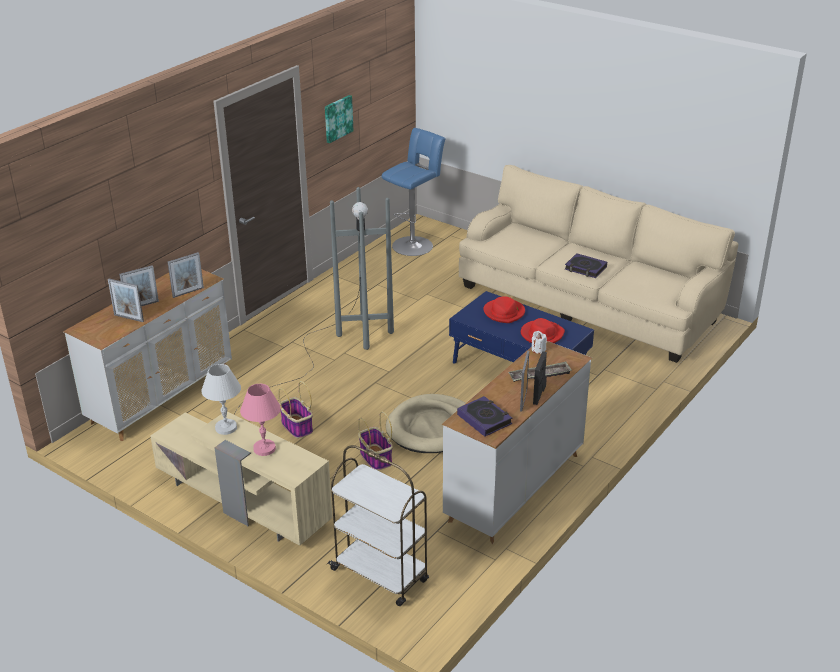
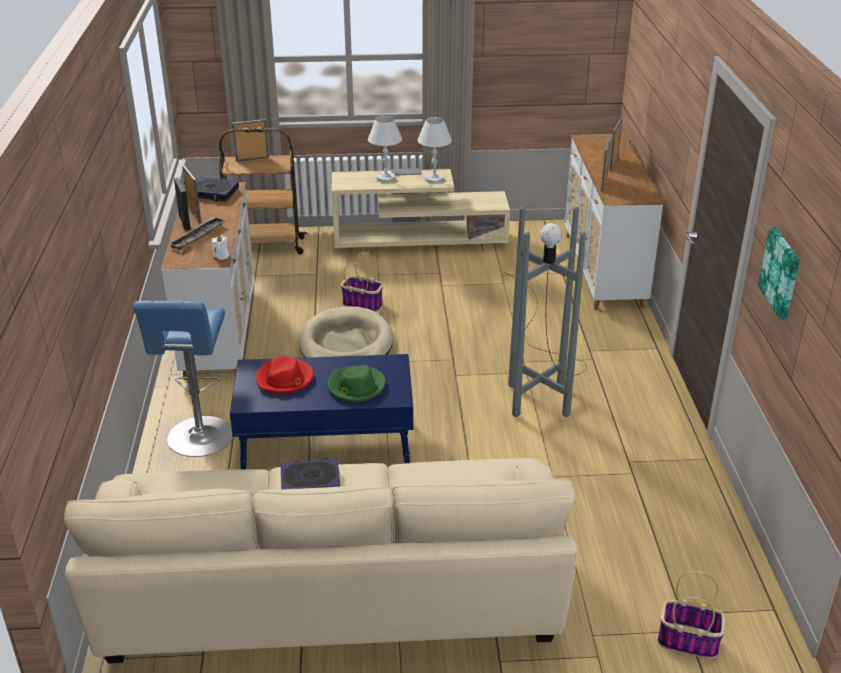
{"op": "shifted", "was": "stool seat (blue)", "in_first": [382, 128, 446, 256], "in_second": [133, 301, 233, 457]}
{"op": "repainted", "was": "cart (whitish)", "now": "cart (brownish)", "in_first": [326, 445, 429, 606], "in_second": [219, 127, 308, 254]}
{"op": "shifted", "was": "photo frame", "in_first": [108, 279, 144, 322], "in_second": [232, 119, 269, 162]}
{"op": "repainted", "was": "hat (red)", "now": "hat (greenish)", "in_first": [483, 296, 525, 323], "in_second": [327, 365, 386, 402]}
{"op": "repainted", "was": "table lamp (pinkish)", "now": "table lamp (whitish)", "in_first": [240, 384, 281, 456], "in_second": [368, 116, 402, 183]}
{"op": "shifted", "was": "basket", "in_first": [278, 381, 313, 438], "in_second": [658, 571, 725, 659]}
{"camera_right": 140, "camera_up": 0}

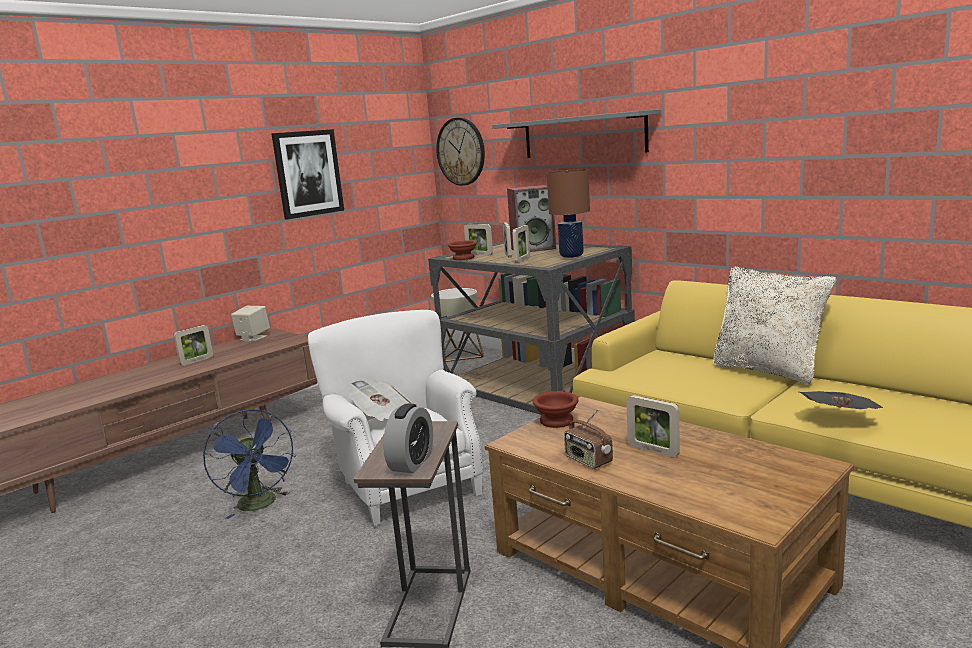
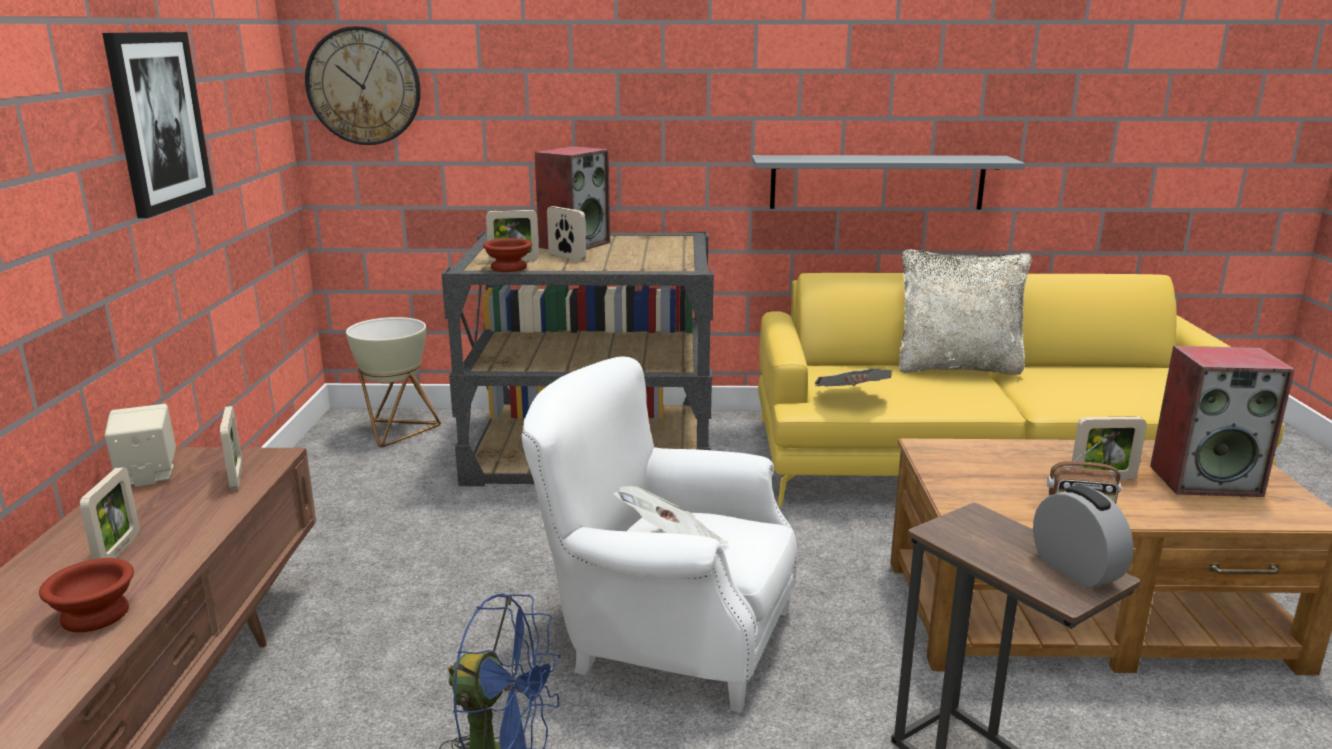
{"op": "shifted", "was": "bowl (brownish)", "in_first": [533, 391, 579, 428], "in_second": [39, 558, 134, 632]}
{"op": "shifted", "was": "photo frame", "in_first": [512, 225, 530, 263], "in_second": [220, 406, 243, 490]}
{"op": "shifted", "was": "bracket shelf (grey)", "in_first": [492, 109, 661, 158], "in_second": [752, 155, 1025, 209]}
{"op": "shifted", "was": "newspaper", "in_first": [799, 391, 883, 409], "in_second": [815, 369, 892, 386]}
{"op": "new", "now": "speaker", "in_second": [1150, 346, 1295, 497]}
{"op": "gone", "was": "table lamp (brownish)", "in_first": [547, 169, 590, 258]}
{"camera_right": -45, "camera_up": 5}

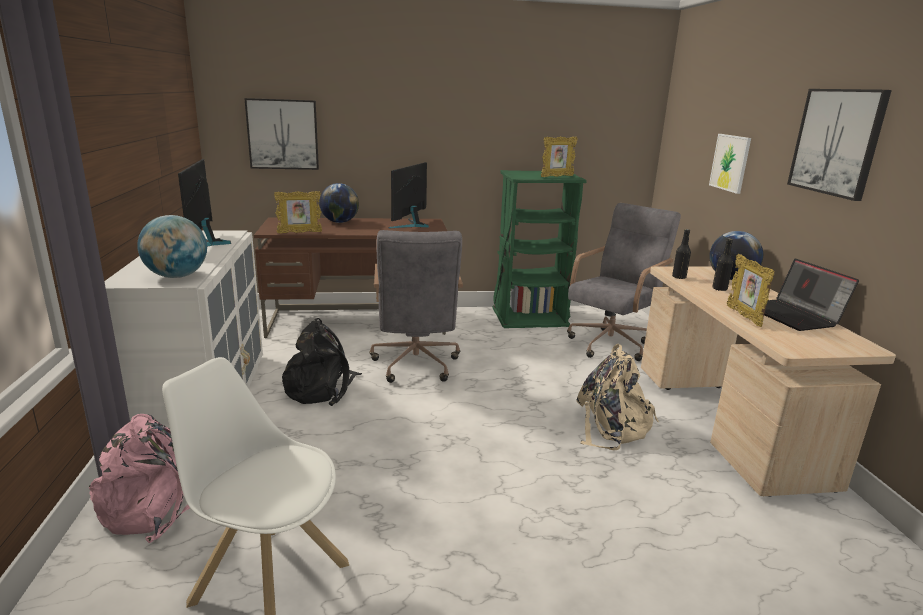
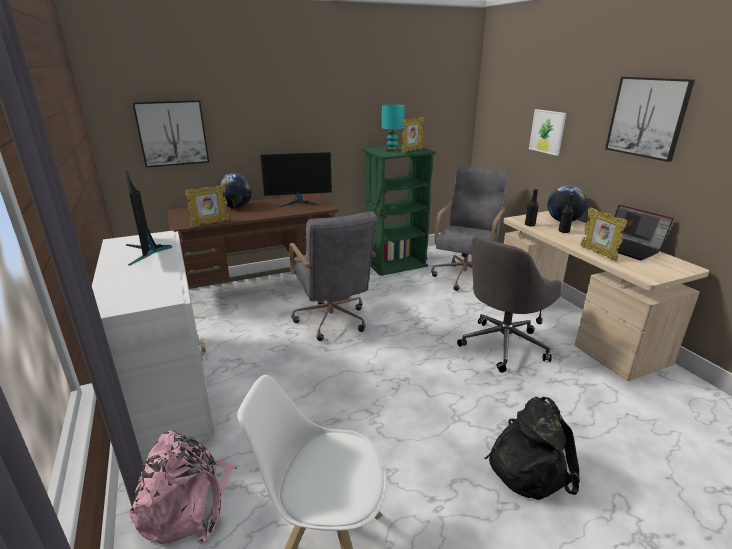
{"op": "rotated", "was": "computer screen", "in_first": [388, 162, 429, 228], "in_second": [260, 152, 332, 208], "clockwise": -105}
{"op": "new", "now": "table lamp (blue-green)", "in_second": [382, 104, 405, 152]}
{"op": "swapped", "was": "backpack (sand-coloured)", "now": "desk chair (grey)", "in_first": [576, 344, 659, 450], "in_second": [457, 235, 562, 373]}
{"op": "shifted", "was": "backpack (black-coloured)", "in_first": [282, 318, 362, 406], "in_second": [484, 397, 580, 500]}
{"op": "gone", "was": "world globe", "in_first": [137, 215, 207, 278]}
{"camera_right": -15, "camera_up": 5}

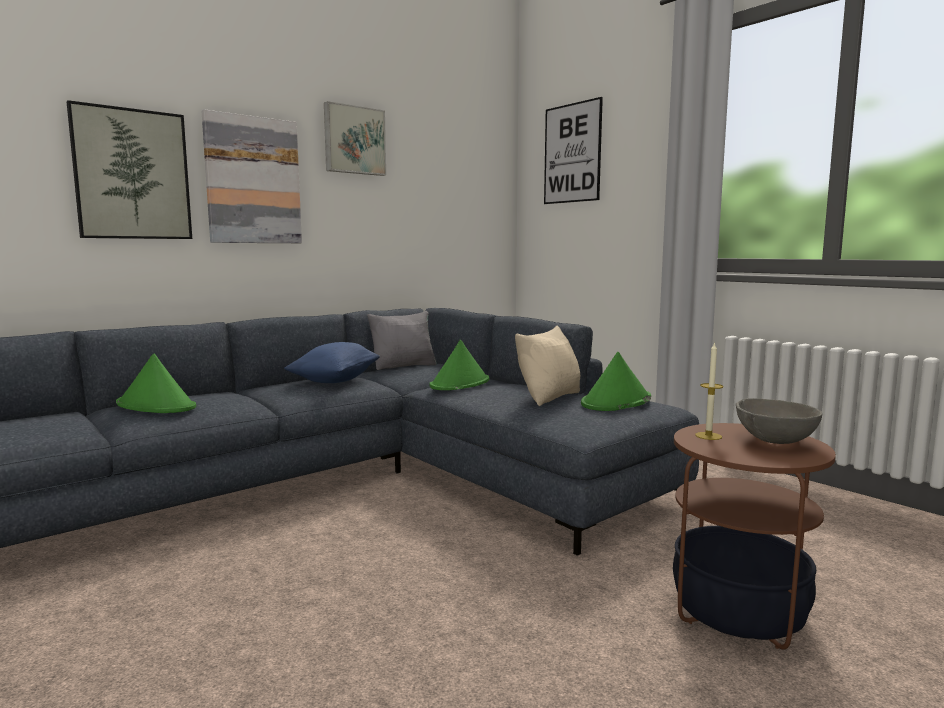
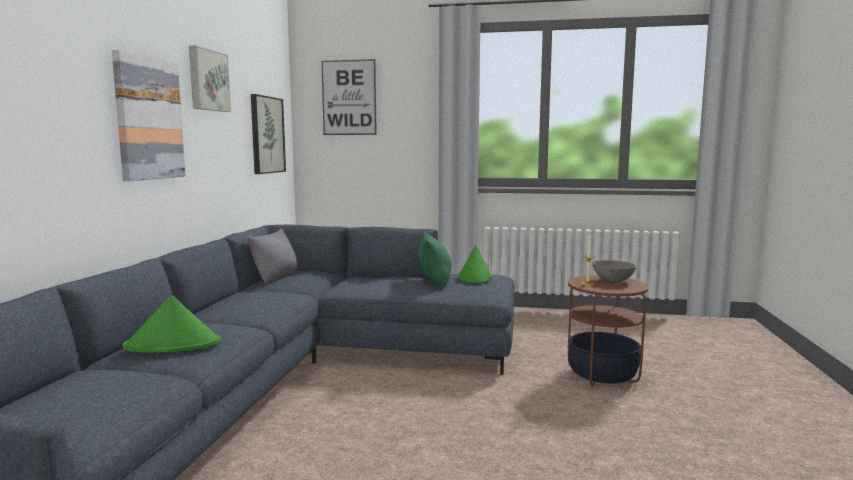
{"op": "shifted", "was": "wall picture", "in_first": [67, 100, 192, 239], "in_second": [251, 94, 286, 174]}
{"op": "repainted", "was": "pillow (sand-coloured)", "now": "pillow (greenish)", "in_first": [515, 326, 580, 406], "in_second": [418, 231, 452, 287]}
{"op": "gone", "was": "pillow (blue)", "in_first": [284, 342, 380, 383]}
{"op": "gone", "was": "hat (greenish)", "in_first": [430, 340, 489, 390]}
{"camera_right": -40, "camera_up": 0}

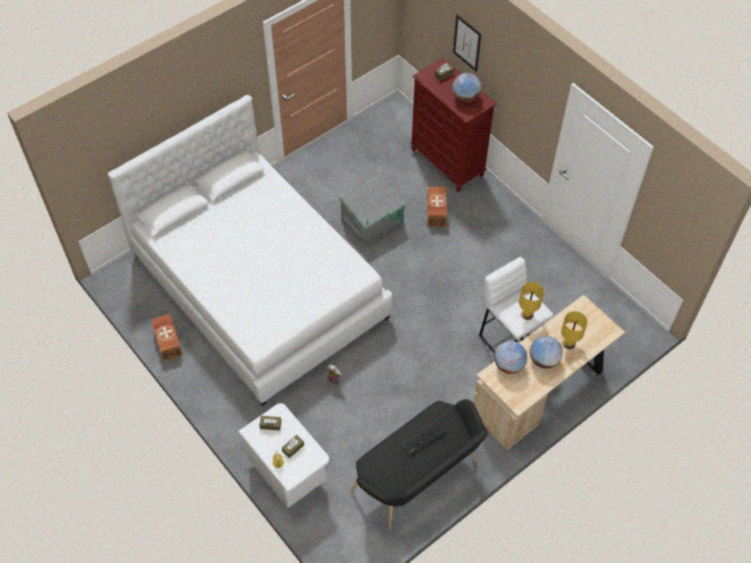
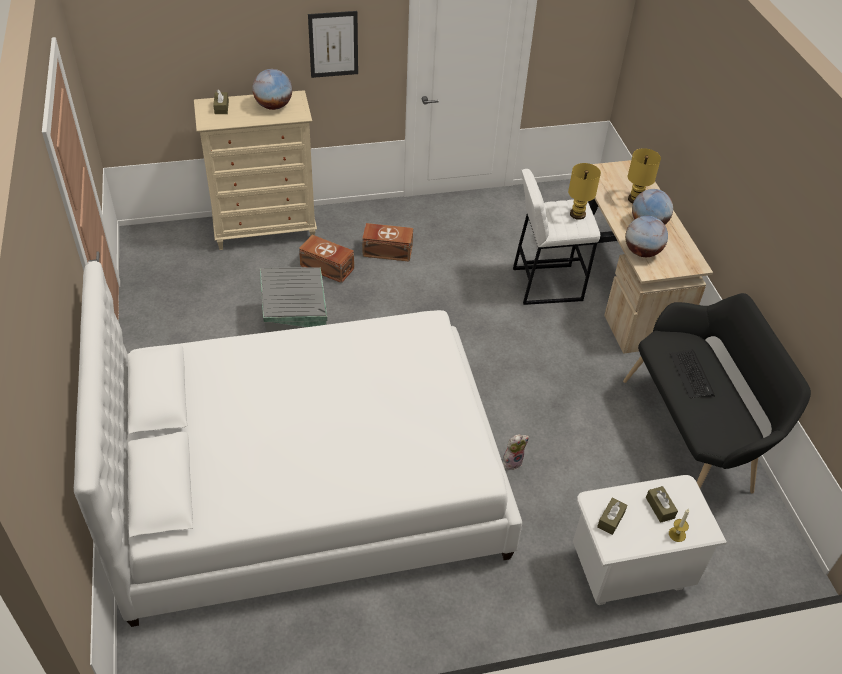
{"op": "repainted", "was": "drawer chest (red)", "now": "drawer chest (sand-coloured)", "in_first": [410, 58, 497, 192], "in_second": [194, 90, 317, 250]}
{"op": "shifted", "was": "wall picture", "in_first": [453, 14, 481, 72], "in_second": [308, 11, 358, 78]}
{"op": "shifted", "was": "storage bin (brownish)", "in_first": [151, 314, 183, 361], "in_second": [362, 223, 413, 262]}
{"camera_right": -65, "camera_up": -10}

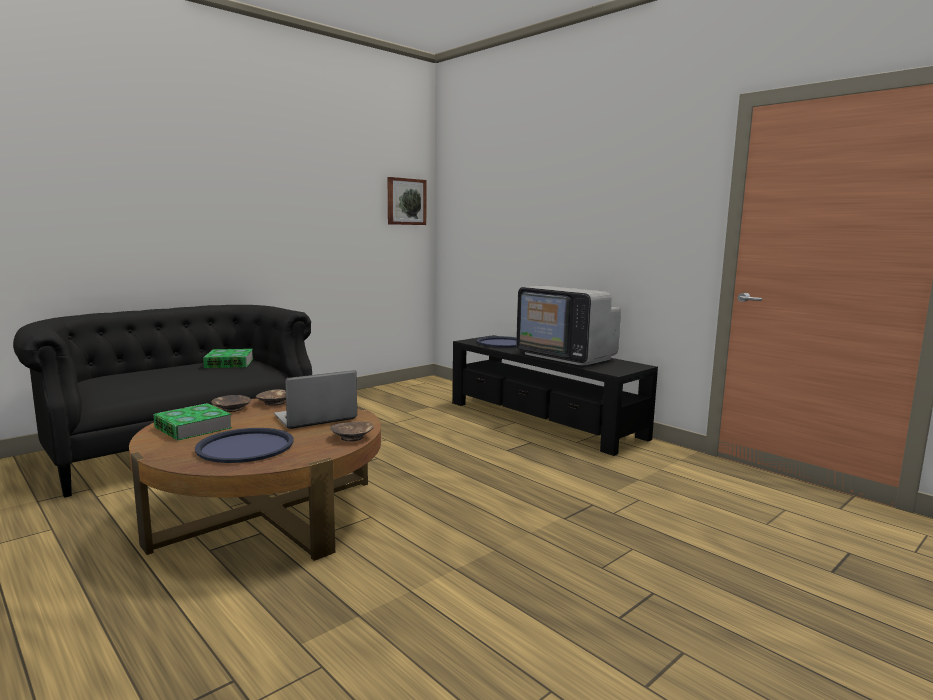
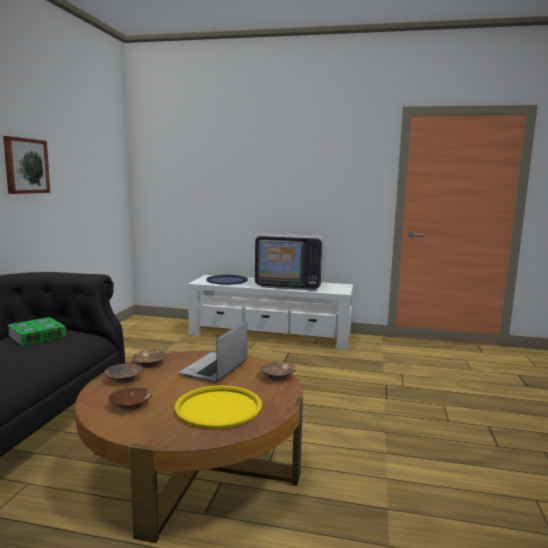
{"op": "shifted", "was": "wall picture", "in_first": [388, 177, 427, 225], "in_second": [3, 136, 50, 194]}
{"op": "swapped", "was": "book", "now": "bowl (brownish)", "in_first": [153, 403, 232, 440], "in_second": [109, 388, 152, 410]}
{"op": "repainted", "was": "serving tray (blue)", "now": "serving tray (yellowish)", "in_first": [195, 428, 294, 463], "in_second": [175, 385, 262, 429]}
{"op": "repainted", "was": "tv unit (black-coloured)", "now": "tv unit (whitish)", "in_first": [452, 335, 658, 456], "in_second": [188, 275, 353, 350]}
{"camera_right": -35, "camera_up": 0}

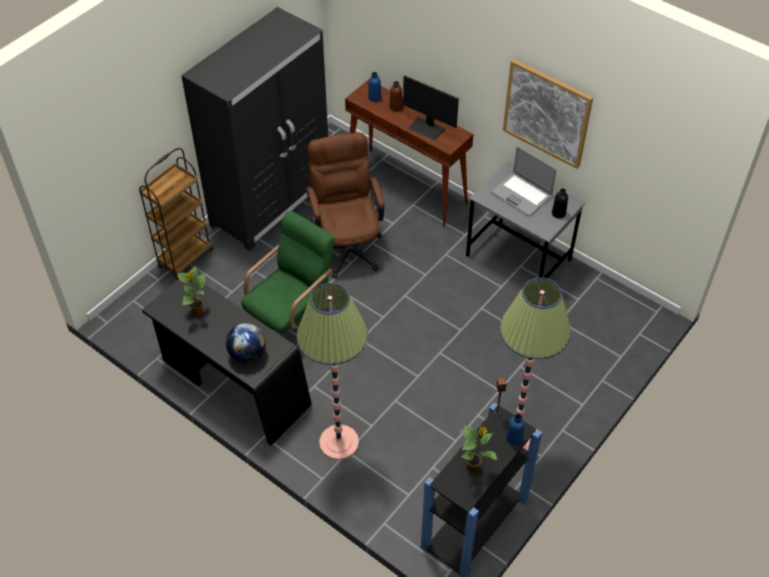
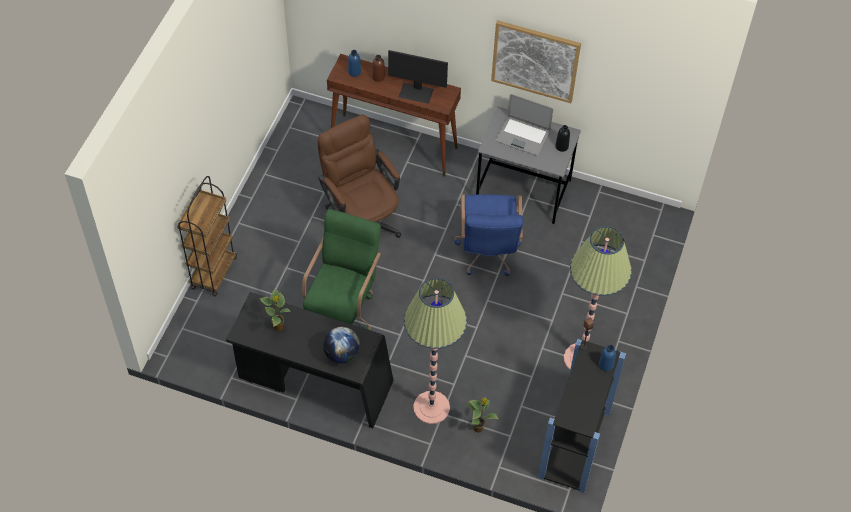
{"op": "new", "now": "desk chair (blue)", "in_second": [454, 194, 523, 276]}
{"op": "shifted", "was": "plant in a pot", "in_first": [460, 426, 497, 473], "in_second": [465, 398, 499, 433]}
{"op": "gone", "was": "storage cabinet (black-coloured)", "in_first": [181, 7, 328, 251]}
{"camera_right": -20, "camera_up": 5}

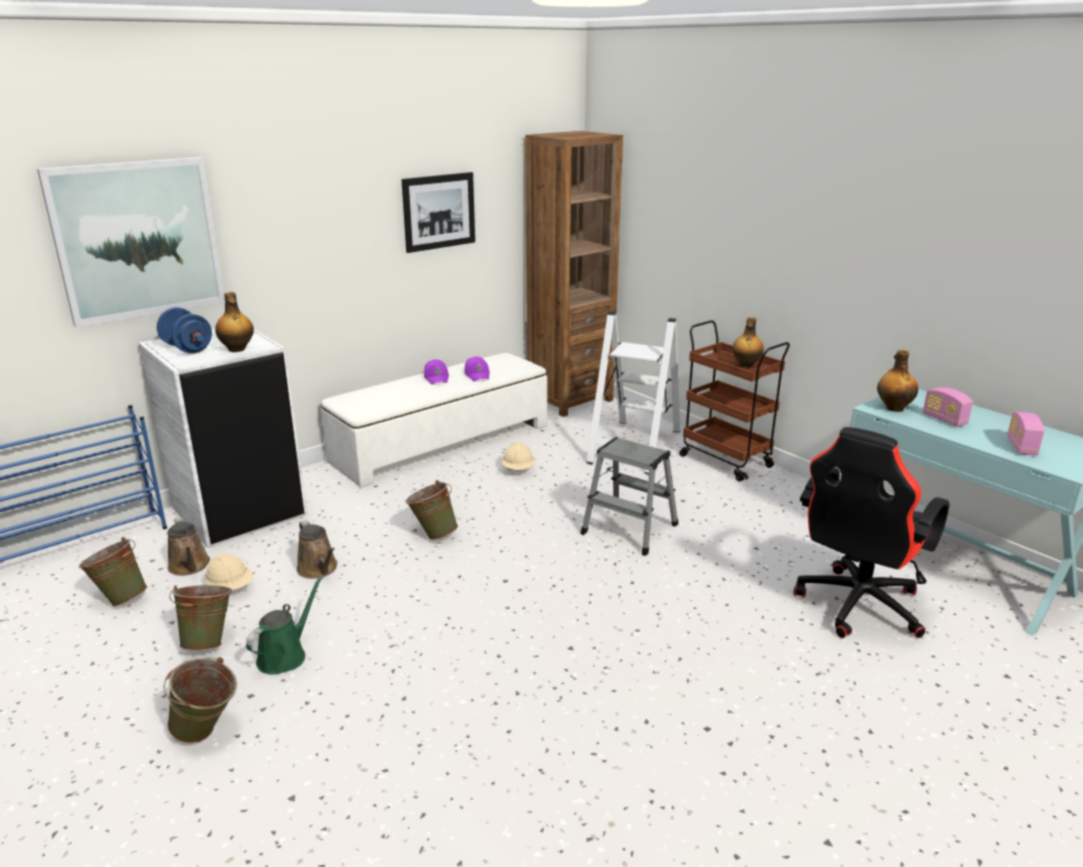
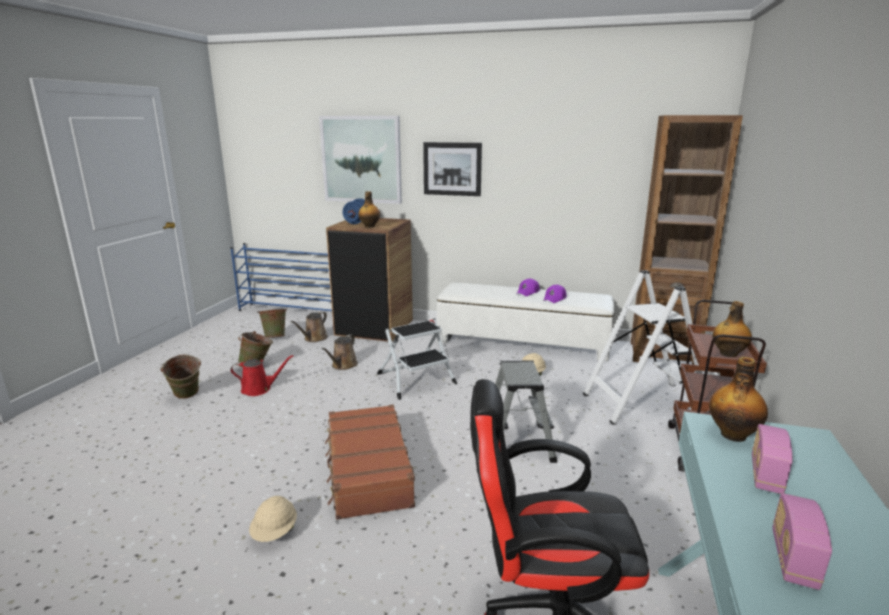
{"op": "repainted", "was": "watering can (greenish)", "now": "watering can (red)", "in_first": [246, 575, 324, 675], "in_second": [230, 355, 293, 396]}
{"op": "shifted", "was": "safety helmet (sand-coloured)", "in_first": [205, 554, 253, 590], "in_second": [249, 496, 297, 542]}
{"op": "new", "now": "piece of luggage (brownish)", "in_second": [325, 405, 415, 520]}
{"op": "repainted", "was": "storage cabinet (whitish)", "now": "storage cabinet (brownish)", "in_first": [139, 328, 307, 548], "in_second": [326, 218, 413, 342]}
{"op": "swapped", "was": "bucket (greenish)", "now": "step ladder", "in_first": [405, 480, 458, 540], "in_second": [377, 319, 457, 400]}
{"op": "shifted", "was": "wall picture", "in_first": [401, 172, 475, 253], "in_second": [423, 142, 482, 196]}
{"op": "rotated", "was": "radio", "in_first": [1007, 412, 1045, 455], "in_second": [772, 493, 832, 590], "clockwise": -45}
{"camera_right": 55, "camera_up": -5}

